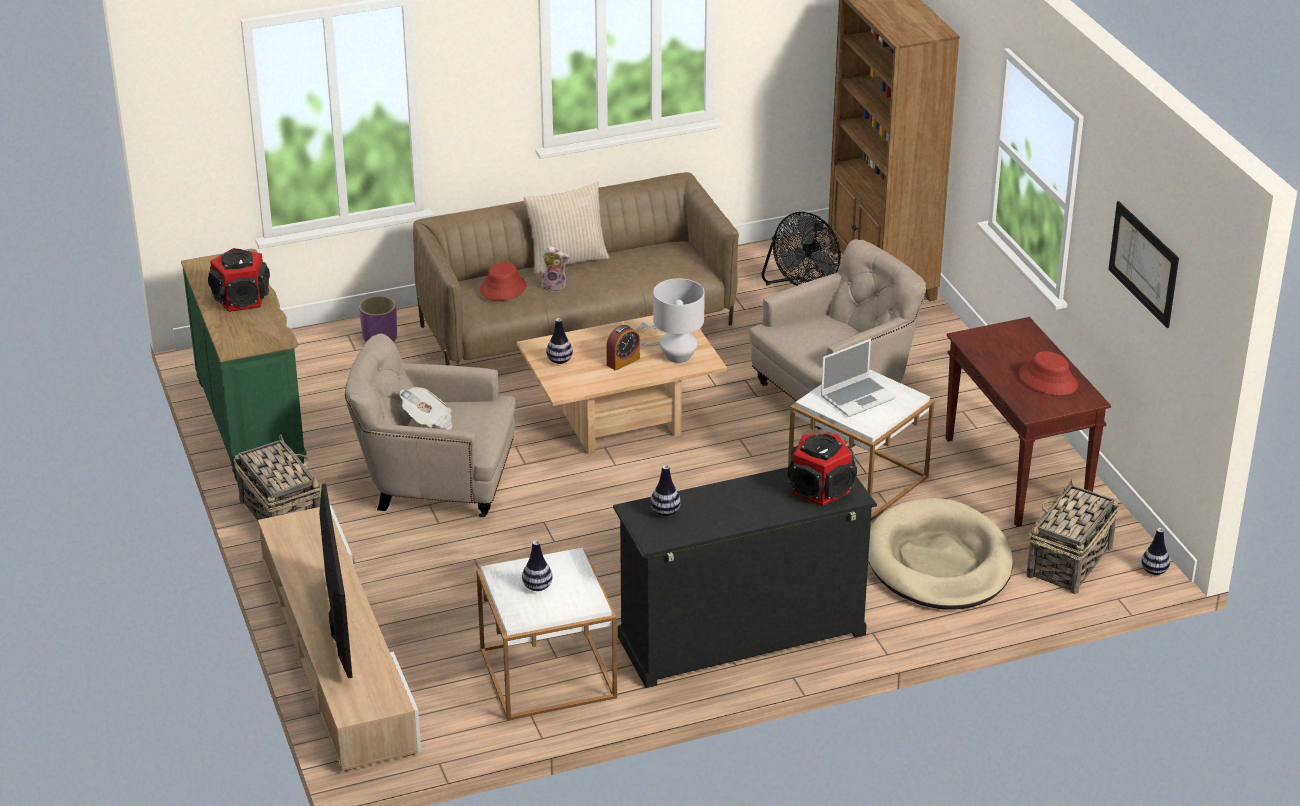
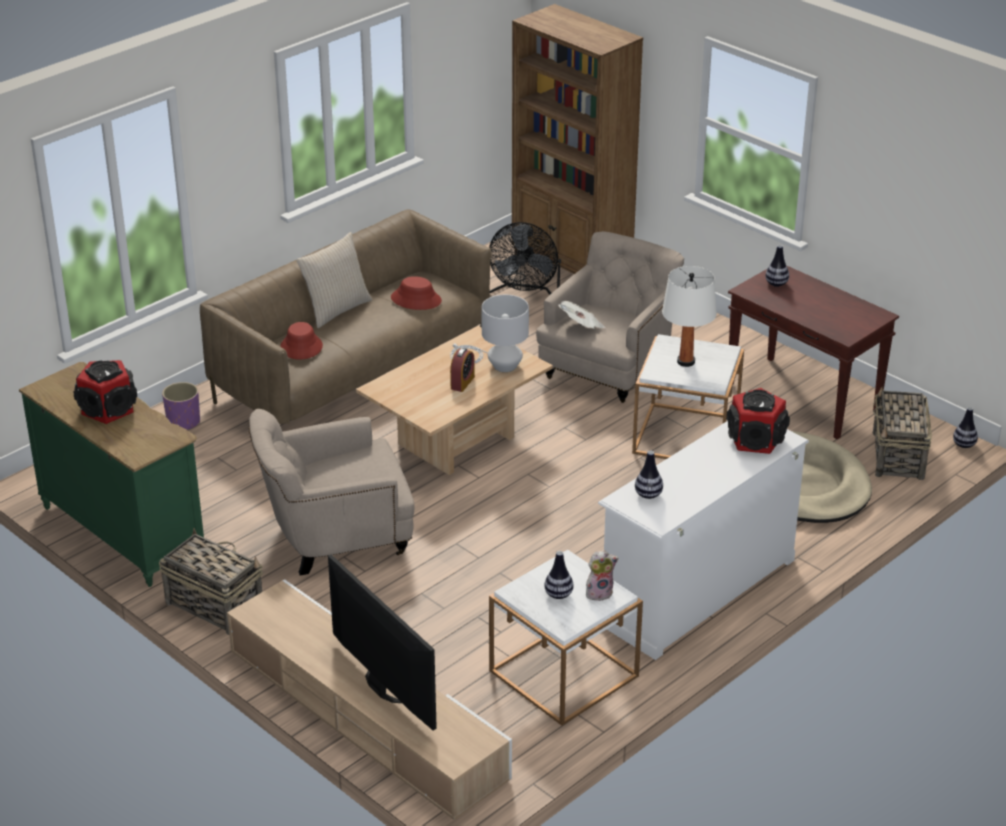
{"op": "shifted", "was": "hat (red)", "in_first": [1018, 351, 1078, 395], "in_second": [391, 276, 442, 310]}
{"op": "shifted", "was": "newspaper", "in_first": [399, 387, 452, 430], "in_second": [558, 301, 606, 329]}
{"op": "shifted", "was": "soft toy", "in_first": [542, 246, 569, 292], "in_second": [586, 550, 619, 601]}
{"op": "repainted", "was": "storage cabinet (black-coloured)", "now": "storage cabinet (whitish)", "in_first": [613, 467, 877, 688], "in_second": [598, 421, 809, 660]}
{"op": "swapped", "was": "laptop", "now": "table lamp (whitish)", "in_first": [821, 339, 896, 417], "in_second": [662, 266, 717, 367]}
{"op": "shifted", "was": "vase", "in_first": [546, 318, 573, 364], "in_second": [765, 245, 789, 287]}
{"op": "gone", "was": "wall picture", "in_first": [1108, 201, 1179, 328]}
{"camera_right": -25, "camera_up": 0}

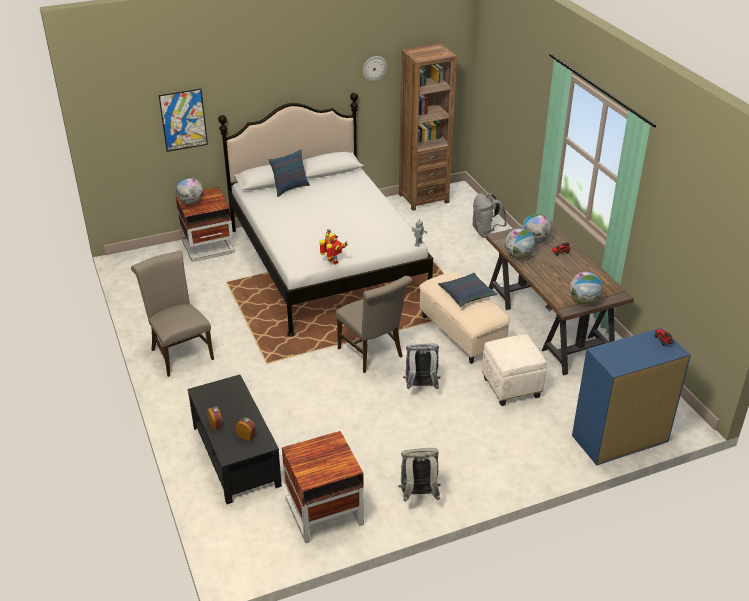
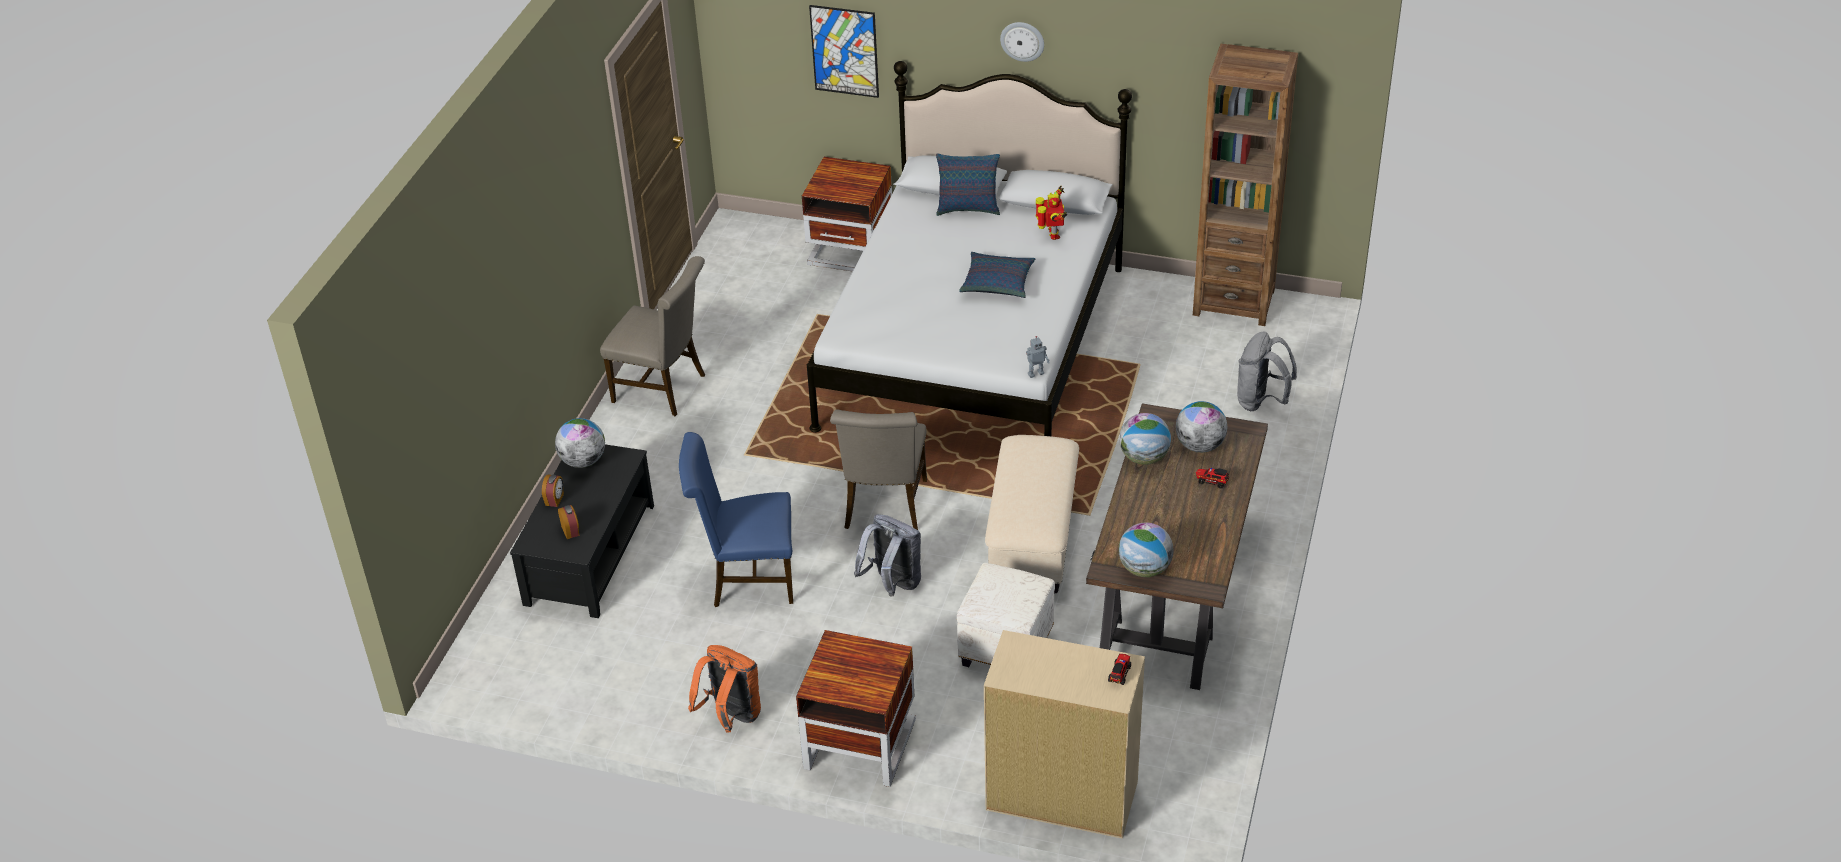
{"op": "shifted", "was": "world globe", "in_first": [176, 177, 203, 204], "in_second": [555, 418, 605, 468]}
{"op": "rotated", "was": "upright chair (sand-coloured)", "in_first": [131, 251, 214, 377], "in_second": [600, 256, 705, 416], "clockwise": 105}
{"op": "new", "now": "upright chair (blue)", "in_second": [679, 432, 793, 607]}
{"op": "repainted", "was": "backpack (grey)", "now": "backpack (orange-coloured)", "in_first": [398, 448, 441, 502], "in_second": [688, 645, 761, 733]}
{"op": "shifted", "was": "nightstand", "in_first": [282, 431, 364, 543], "in_second": [796, 630, 916, 787]}
{"op": "shifted", "was": "pillow (blue)", "in_first": [438, 273, 497, 307], "in_second": [959, 252, 1035, 298]}
{"op": "repainted", "was": "storage cabinet (blue)", "now": "storage cabinet (sand-coloured)", "in_first": [572, 328, 691, 466], "in_second": [984, 630, 1145, 839]}
{"op": "shifted", "was": "wall clock", "in_first": [363, 56, 387, 81], "in_second": [1000, 22, 1044, 62]}
{"op": "shifted", "was": "robot figure", "in_first": [319, 229, 347, 264], "in_second": [1036, 186, 1067, 240]}
{"camera_right": 40, "camera_up": 5}

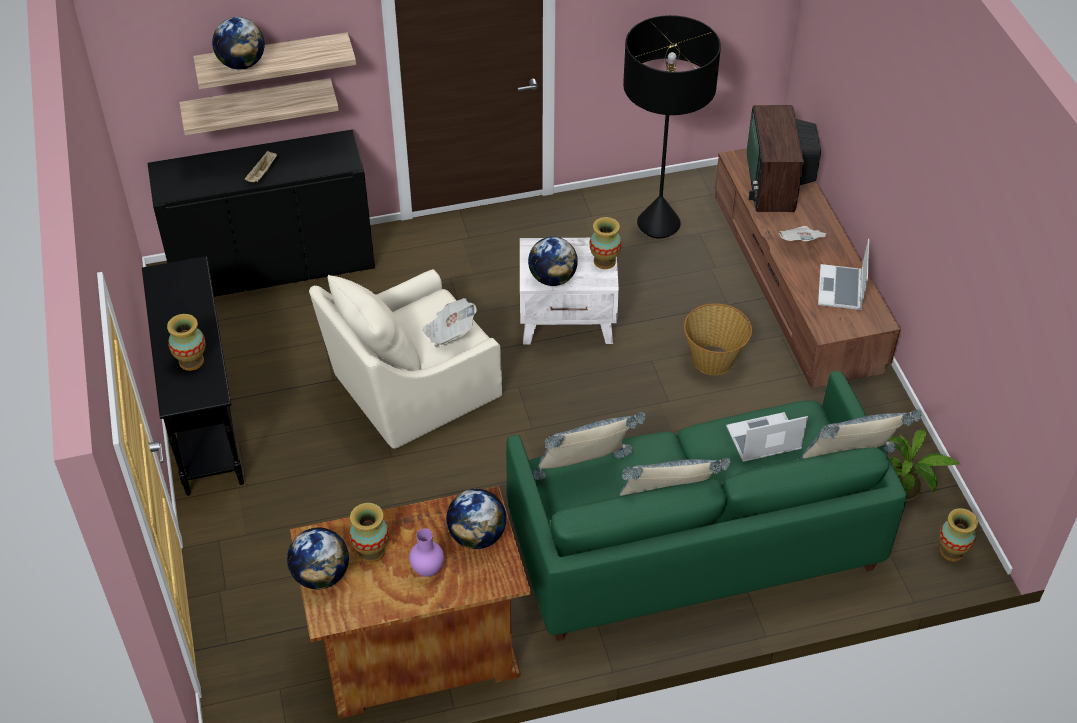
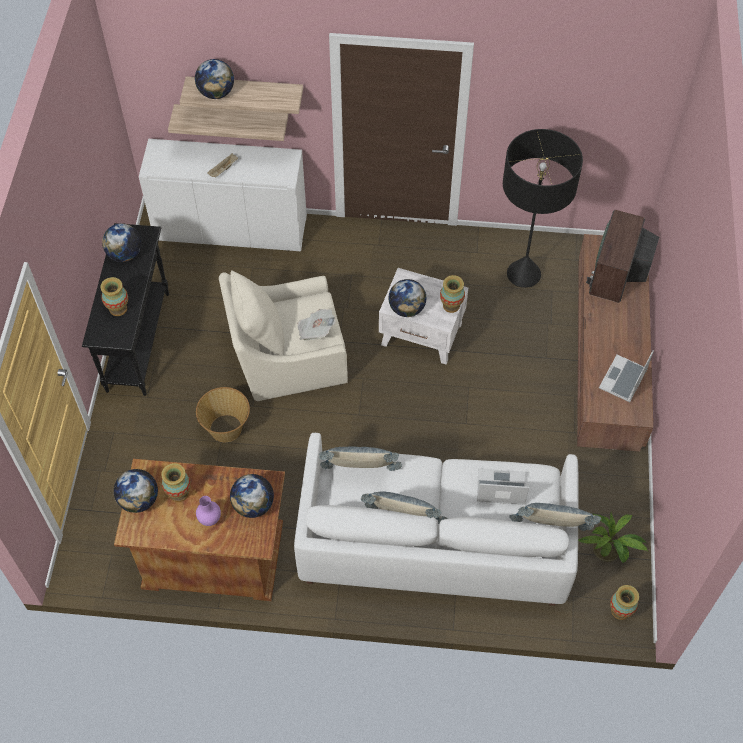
{"op": "new", "now": "world globe", "in_second": [102, 223, 141, 262]}
{"op": "repainted", "was": "storage cabinet (black-coloured)", "now": "storage cabinet (whitish)", "in_first": [147, 129, 375, 297], "in_second": [139, 139, 307, 251]}
{"op": "shifted", "was": "basket", "in_first": [684, 303, 752, 375], "in_second": [196, 387, 250, 442]}
{"op": "repainted", "was": "sofa (greenish)", "now": "sofa (whitish)", "in_first": [506, 371, 907, 641], "in_second": [294, 433, 579, 606]}
{"op": "gone", "was": "newspaper", "in_first": [779, 226, 827, 241]}
{"camera_right": 20, "camera_up": 10}

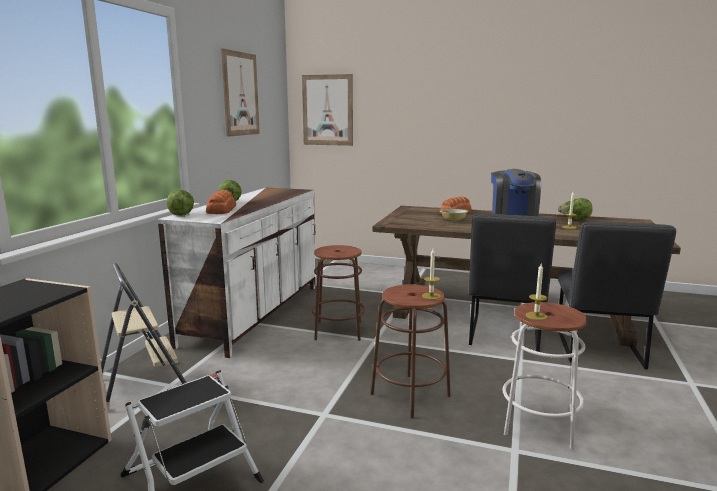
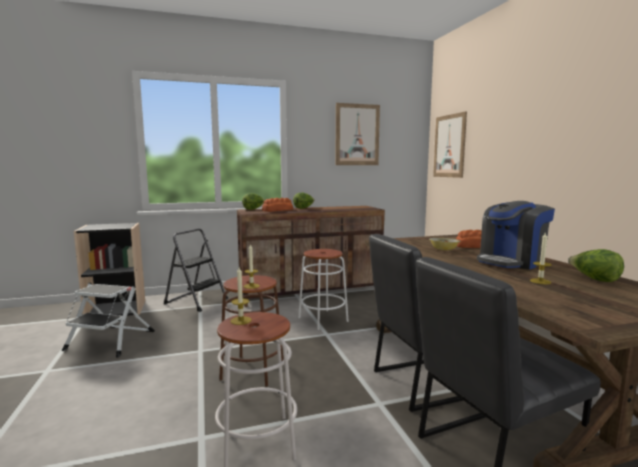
{"op": "repainted", "was": "step ladder (sand-coloured)", "now": "step ladder (black-coloured)", "in_first": [101, 263, 187, 410], "in_second": [164, 229, 228, 312]}
{"op": "repainted", "was": "storage cabinet (whitish)", "now": "storage cabinet (brownish)", "in_first": [157, 187, 315, 358], "in_second": [237, 206, 385, 307]}
{"op": "repainted", "was": "stool seat (brownish)", "now": "stool seat (whitish)", "in_first": [311, 245, 365, 341], "in_second": [298, 249, 349, 330]}
{"camera_right": 55, "camera_up": -5}

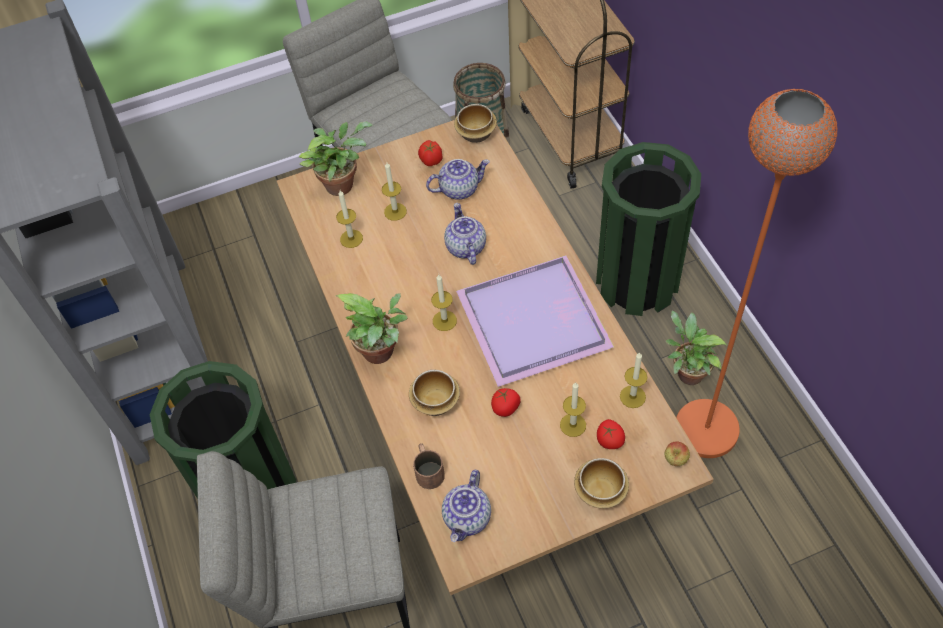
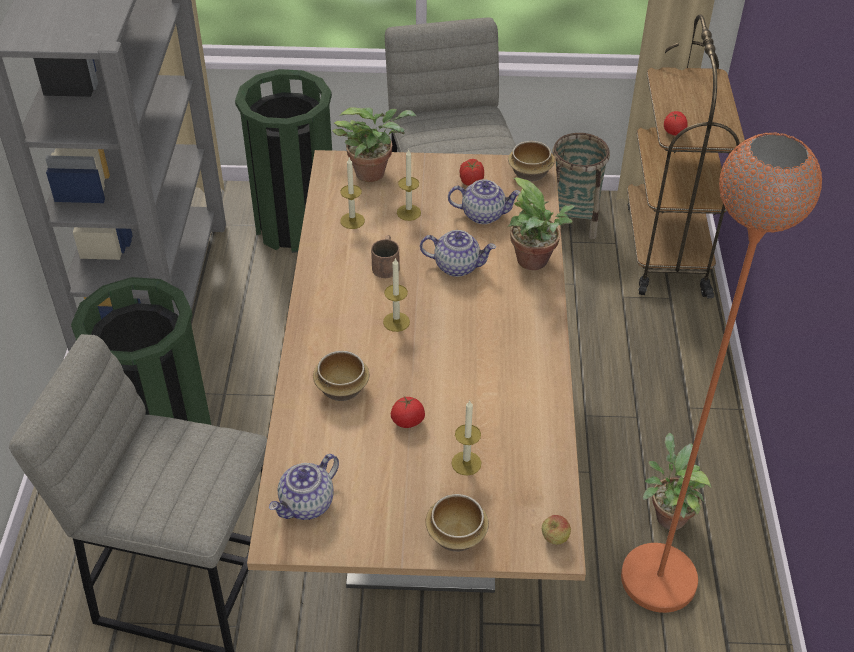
{"op": "shifted", "was": "rubbish bin (greenish)", "in_first": [596, 142, 701, 316], "in_second": [235, 69, 332, 253]}
{"op": "shifted", "was": "tea mug (brownish)", "in_first": [413, 443, 445, 489], "in_second": [371, 235, 400, 278]}
{"op": "rotated", "was": "teapot", "in_first": [444, 203, 486, 265], "in_second": [420, 230, 496, 277], "clockwise": 90}
{"op": "shifted", "was": "plant in a pot", "in_first": [335, 293, 408, 364], "in_second": [507, 177, 575, 270]}
{"op": "shifted", "was": "whole tomato", "in_first": [597, 419, 625, 449], "in_second": [664, 111, 688, 136]}
{"op": "gone", "was": "serving tray (purplish)", "in_first": [456, 255, 614, 387]}
{"op": "gone", "was": "wax light", "in_first": [620, 353, 647, 408]}
{"camera_right": 20, "camera_up": -10}

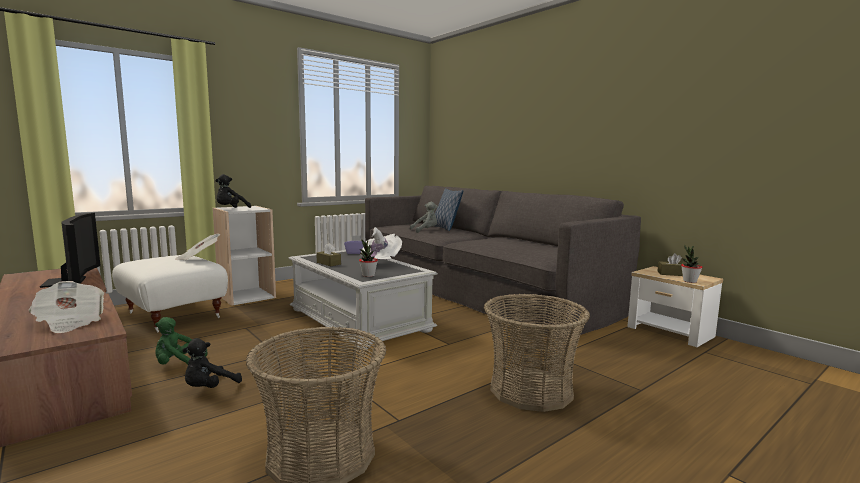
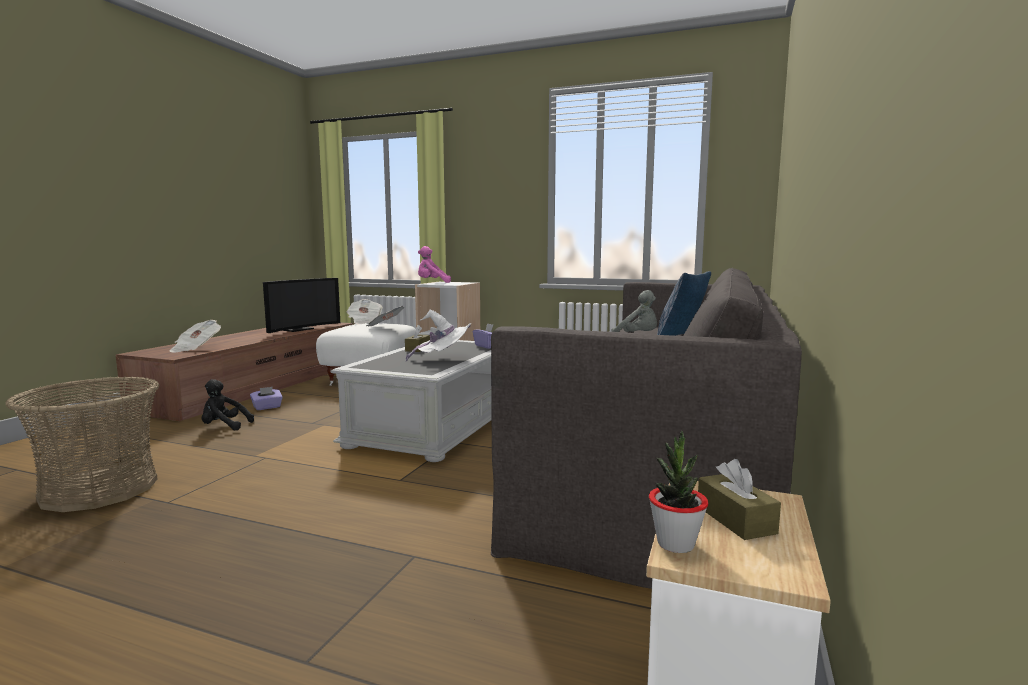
{"op": "swapped", "was": "soft toy (greenish)", "now": "tissue holder (purplish)", "in_first": [155, 317, 207, 364], "in_second": [250, 387, 283, 410]}
{"op": "new", "now": "newspaper", "in_second": [346, 299, 383, 324]}
{"op": "repainted", "was": "soft toy (black-coloured)", "now": "soft toy (pinkish)", "in_first": [216, 174, 251, 208], "in_second": [418, 246, 451, 283]}
{"op": "gone", "was": "plant in a pot", "in_first": [359, 240, 378, 277]}
{"op": "gone", "was": "basket", "in_first": [484, 294, 590, 412]}
{"camera_right": 60, "camera_up": 0}

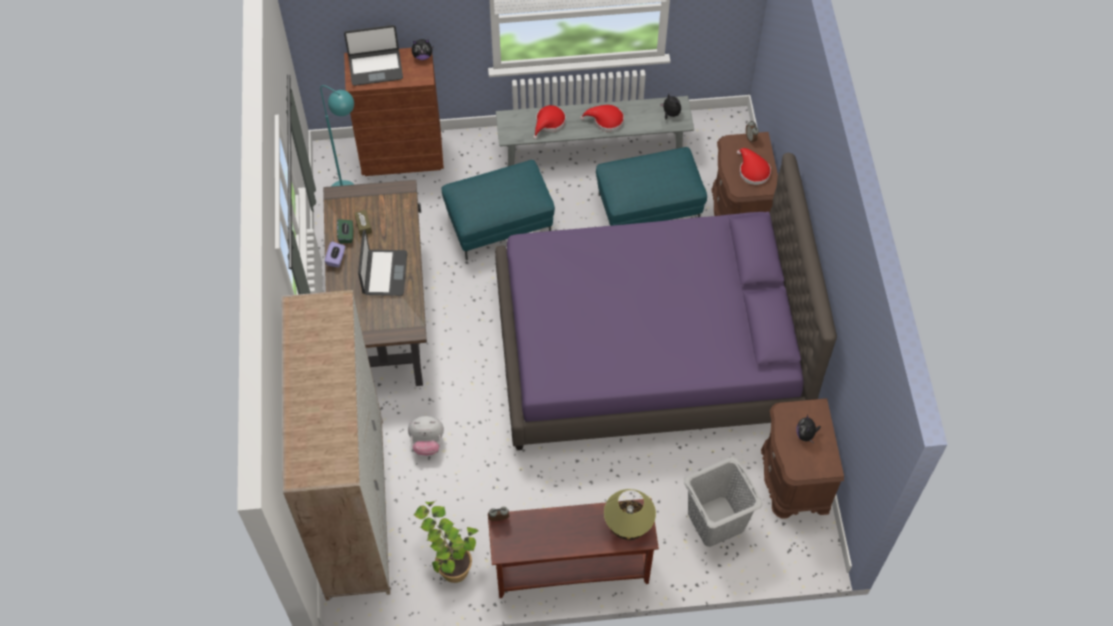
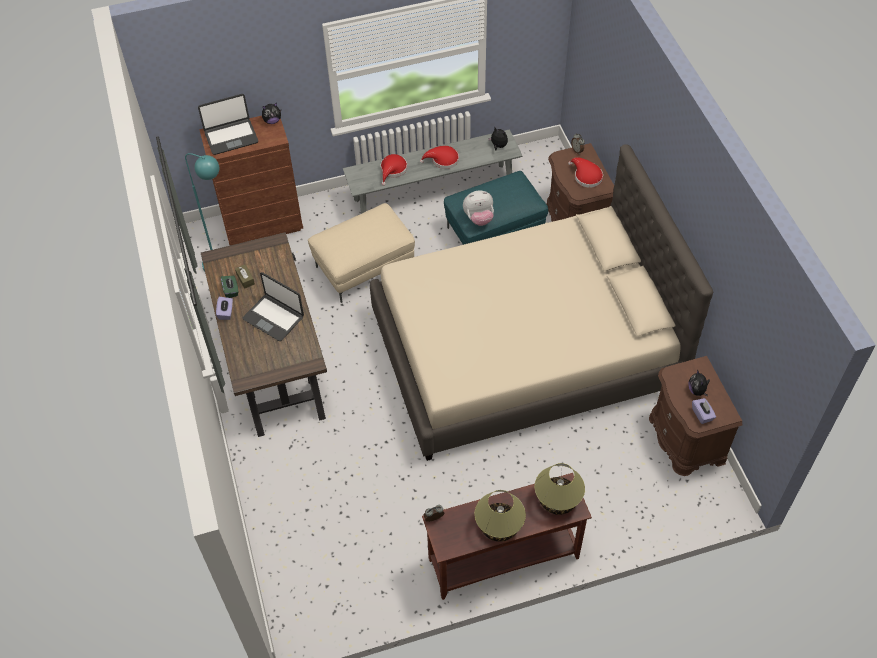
{"op": "rotated", "was": "laptop", "in_first": [358, 229, 407, 296], "in_second": [242, 272, 304, 341], "clockwise": 135}
{"op": "repainted", "was": "ottoman (blue-green)", "now": "ottoman (sand-coloured)", "in_first": [441, 160, 555, 260], "in_second": [308, 203, 415, 303]}
{"op": "repainted", "was": "sleeping bed (purplish)", "now": "sleeping bed (sand-coloured)", "in_first": [495, 152, 837, 450], "in_second": [370, 144, 713, 461]}
{"op": "shifted", "was": "soft toy", "in_first": [408, 416, 444, 456], "in_second": [463, 190, 494, 226]}
{"op": "new", "now": "table lamp", "in_second": [475, 490, 526, 542]}
{"op": "new", "now": "tissue holder (purplish)", "in_second": [692, 398, 716, 424]}
{"op": "gone", "was": "clothes cupboard (whitish)", "in_first": [282, 290, 390, 601]}
{"op": "gone", "was": "plant in a pot", "in_first": [414, 501, 479, 583]}
{"op": "gone", "was": "washing basket (grey)", "in_first": [684, 457, 763, 547]}
{"camera_right": -10, "camera_up": -5}

